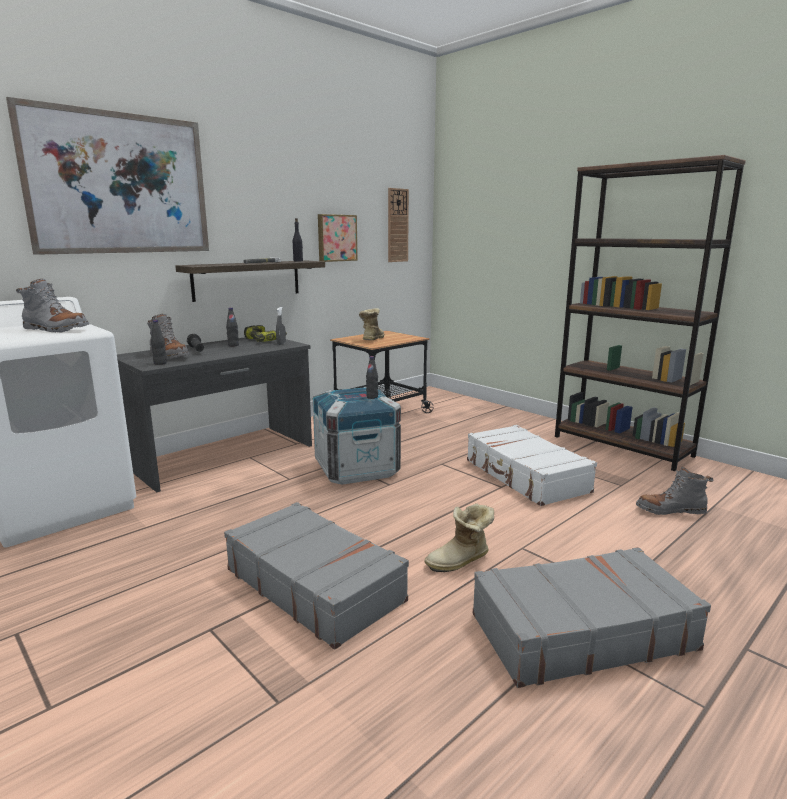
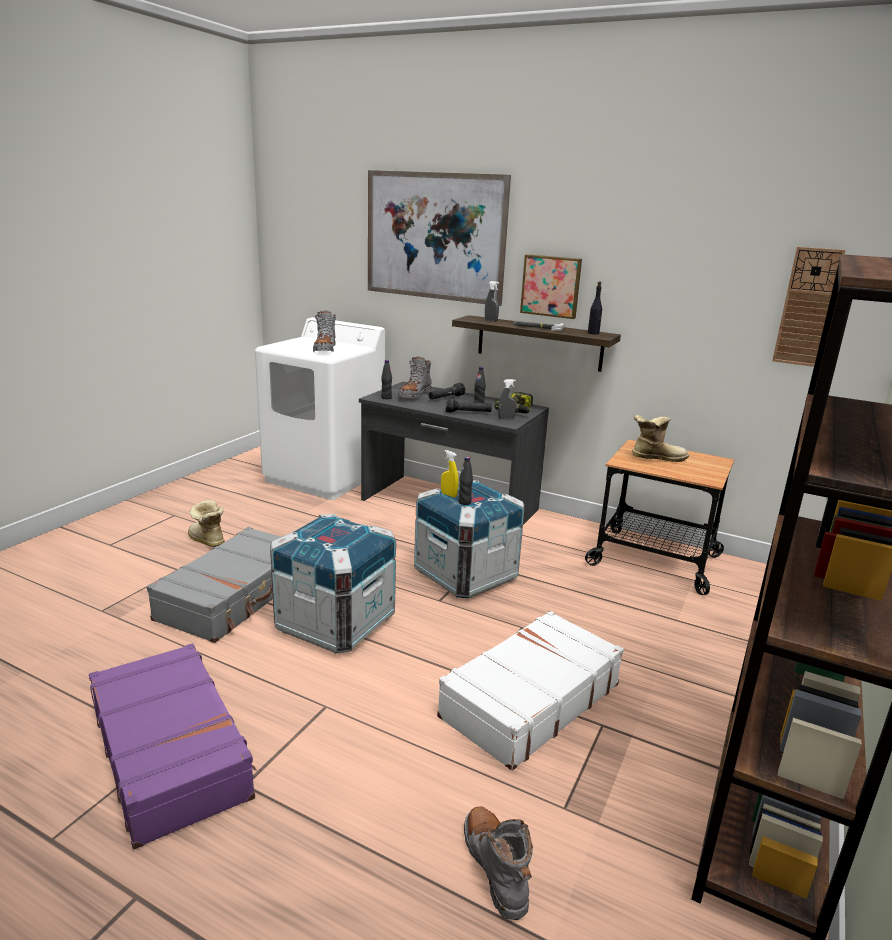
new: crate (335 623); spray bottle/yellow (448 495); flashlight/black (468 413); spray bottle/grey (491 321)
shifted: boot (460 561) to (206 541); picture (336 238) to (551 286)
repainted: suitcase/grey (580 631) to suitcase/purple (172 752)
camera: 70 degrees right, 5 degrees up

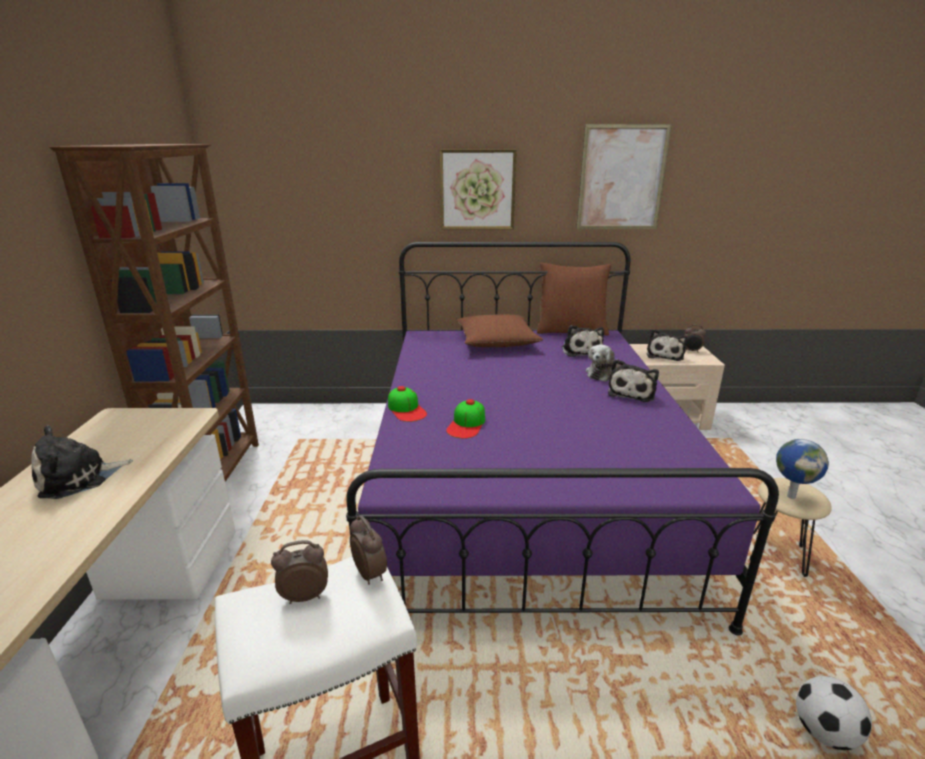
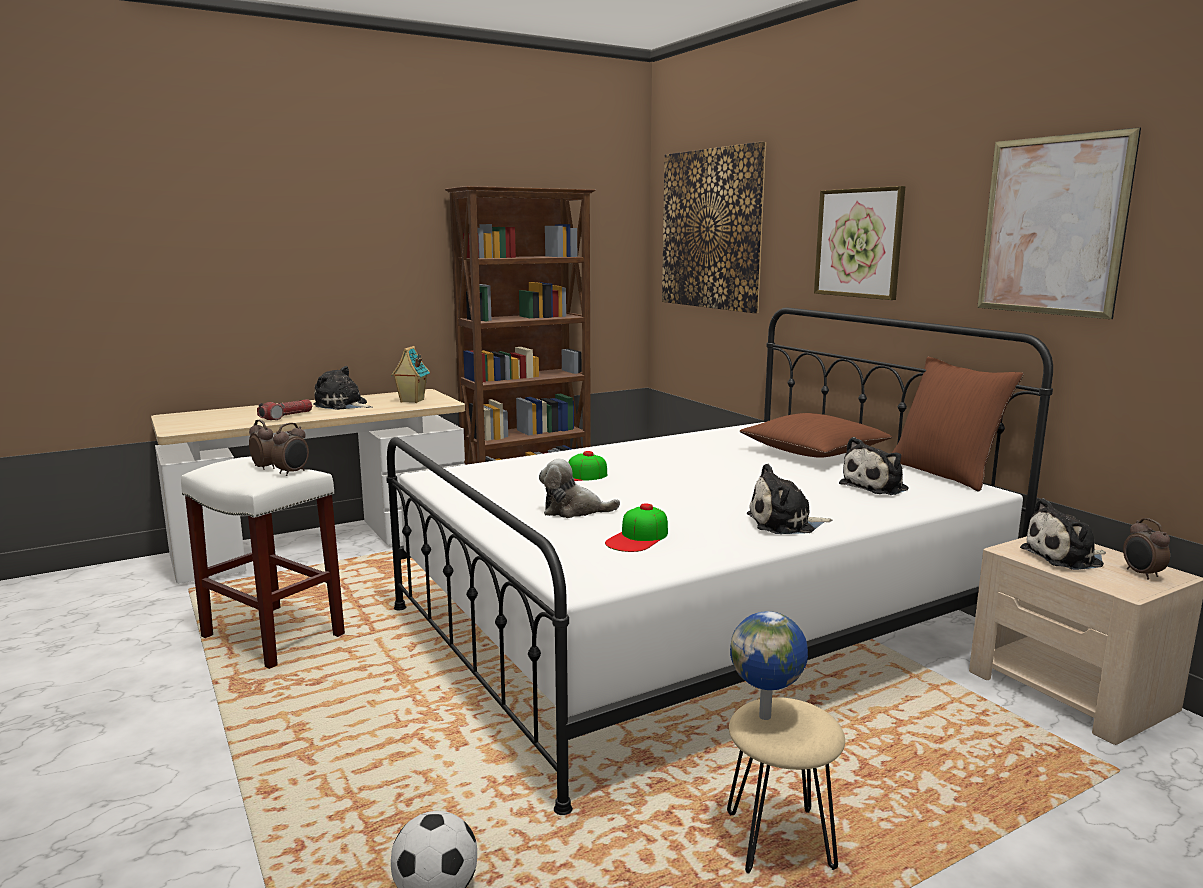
new: flashlight (286 416); toy house (411 401); picture (711 229)
shifted: plush toy (602 373) to (573 511); cap (406 409) to (638 538)
repainted: bed/purple (523 485) to bed/white (694 624)
camera: 60 degrees right, 10 degrees down

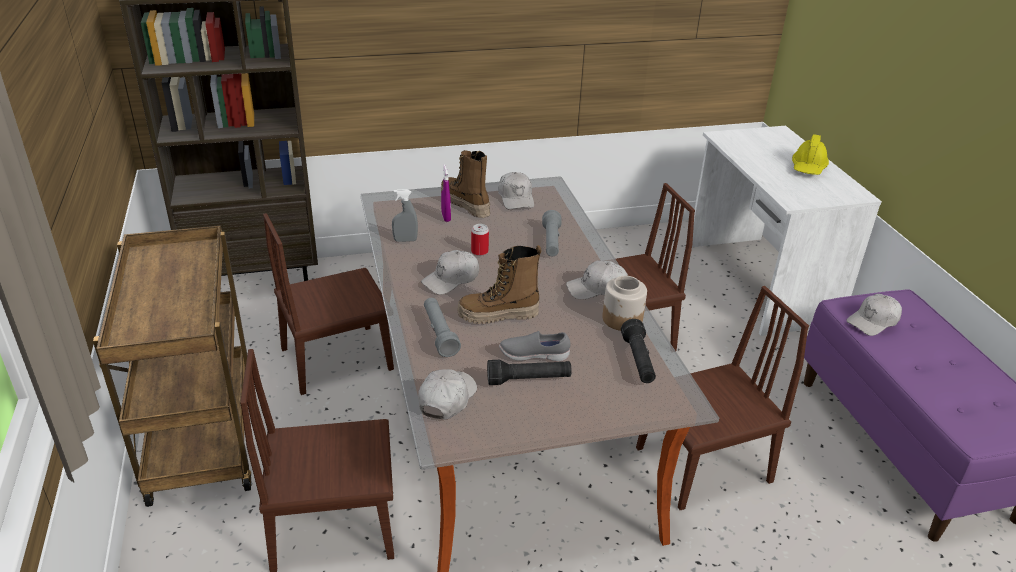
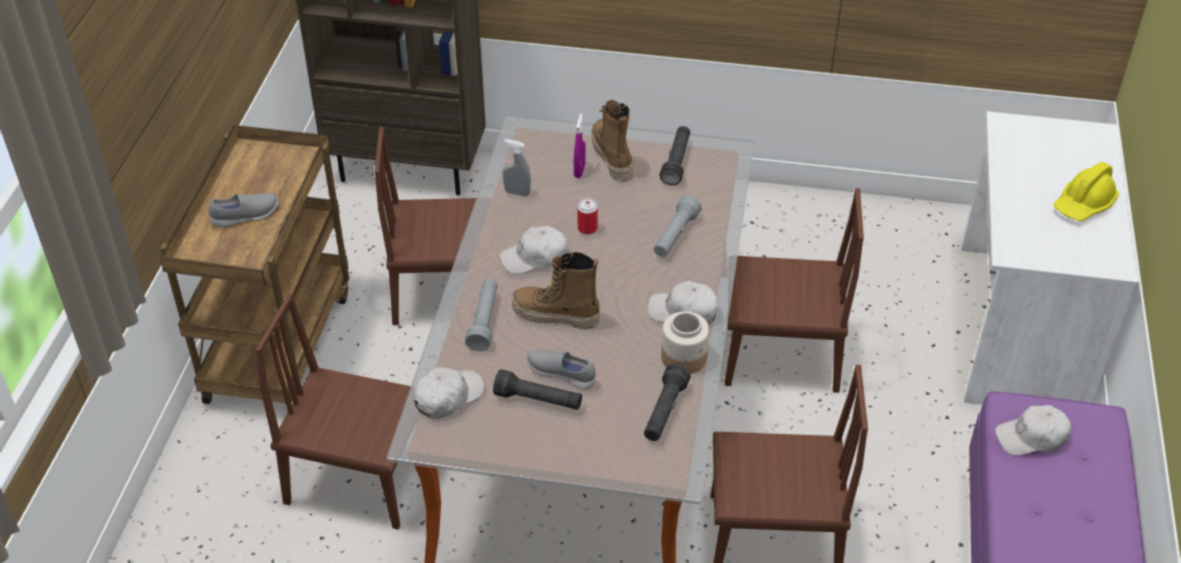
new: shoe/grey (246 216)
swapped: cap/white (516 198) to flashlight/black (676 162)
camera: 25 degrees right, 10 degrees up

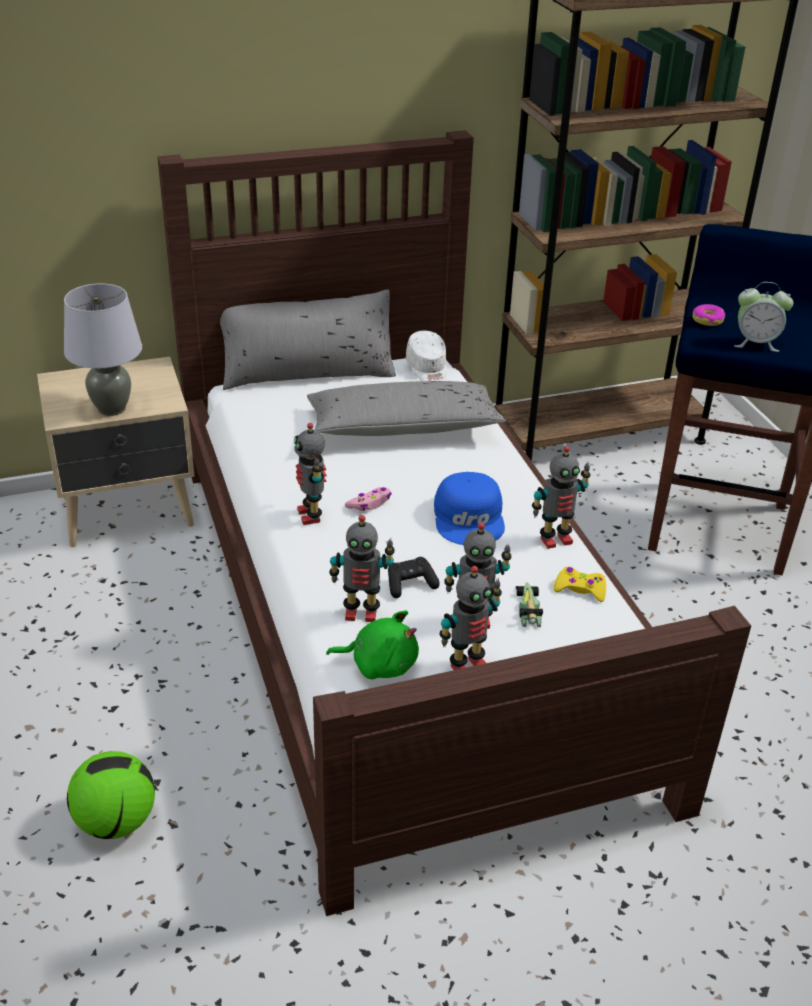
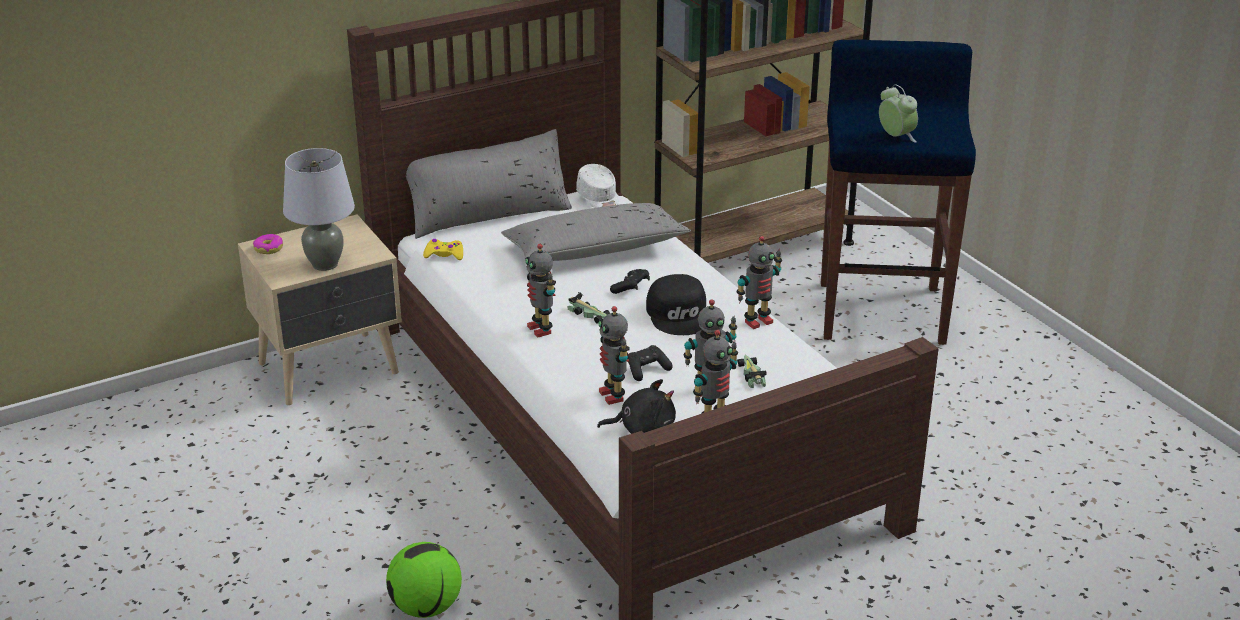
new: game controller/black (631 288)
shifted: donut (707 320) to (269 248); game controller/yellow (580 589) to (444 254)
swapped: game controller/pink (370 504) to toy car (589 314)
repainted: plush toy/green (380 664) to plush toy/black (643 429); cap/blue (470 518) to cap/black (680 314)
rotated: toy robot (361 612) = (613 395) 75 degrees clockwise; alarm clock (755 343) = (896 137) 120 degrees counterclockwise
camera: 10 degrees left, 5 degrees down

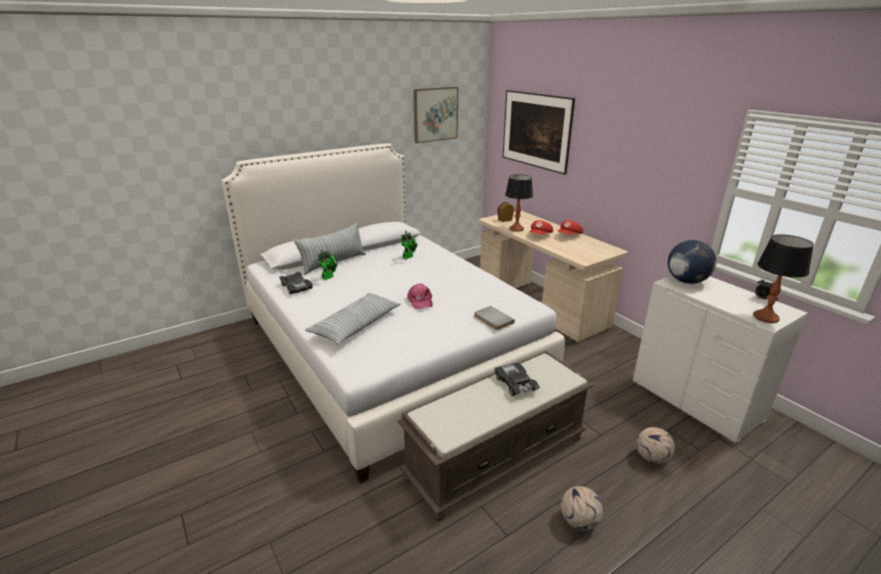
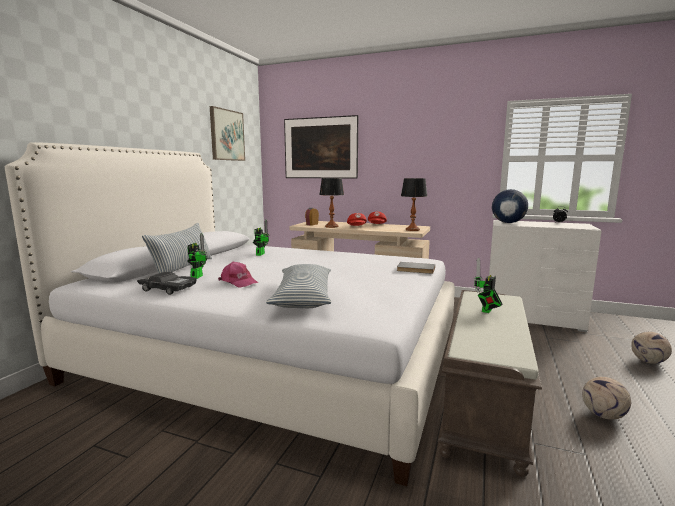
shifted: cap/pink (420 301) to (238 282); table lamp (765 317) to (412 230); football (651 457) to (647 361)
swapped: toy car/black (515 384) to toy robot (486 311)
camera: 35 degrees left, 15 degrees down

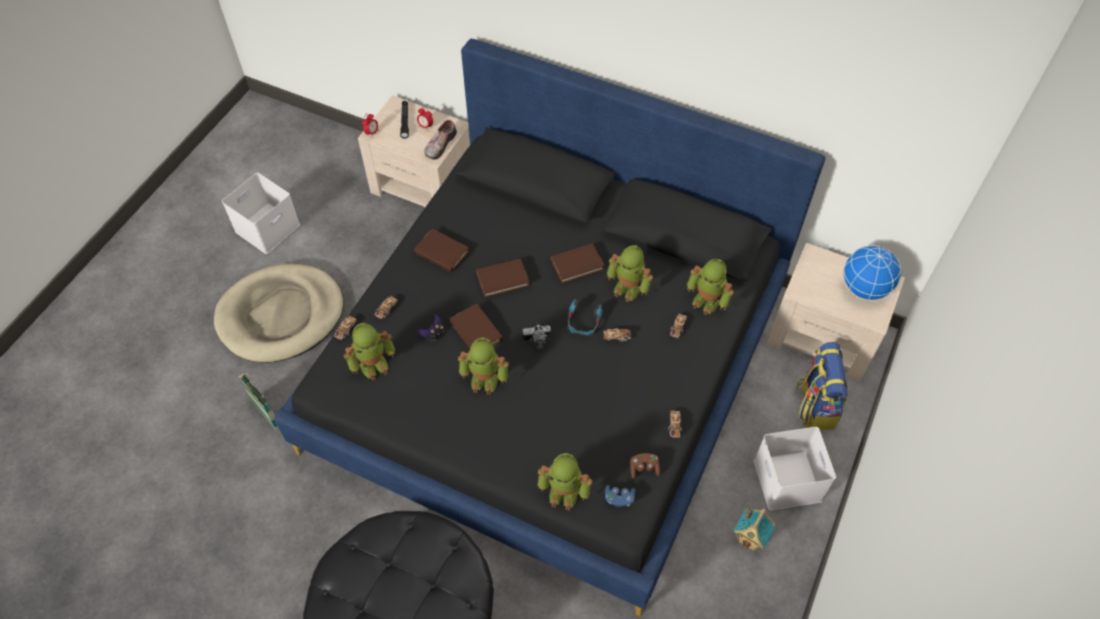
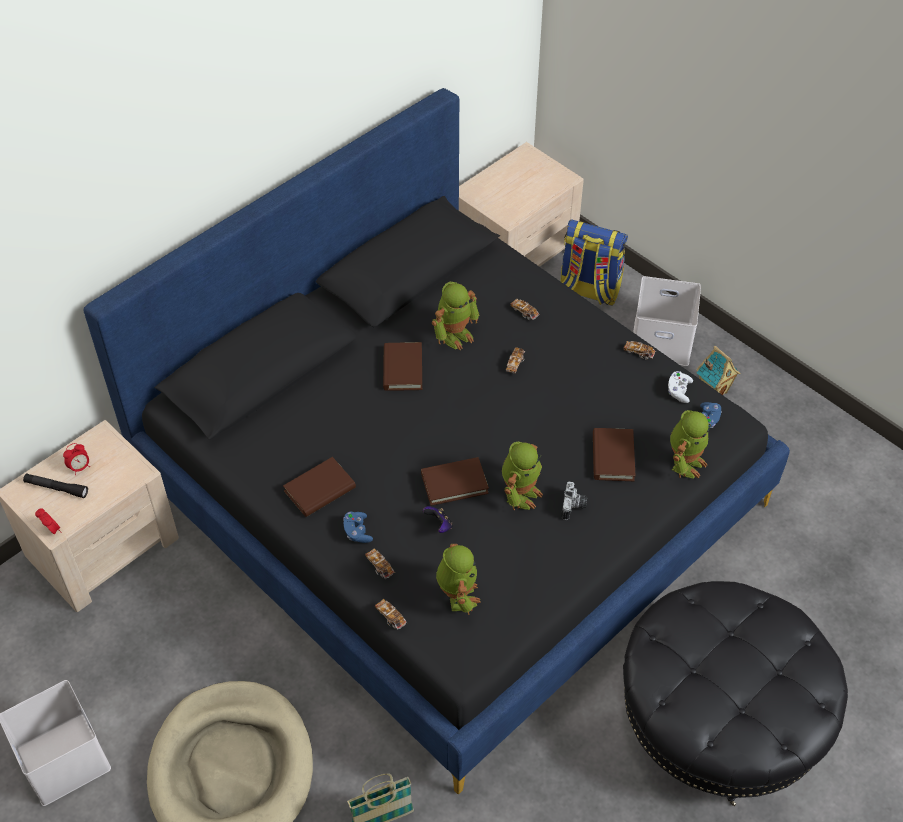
gone: shoe (439 144); headphones (583 322); toy robot (707 300); globe (863 288)
new: game controller/blue (357 532)
shifted: photo camera (537 342) to (574 507); book/brown (502 279) to (613 457)
repainted: game controller/brown (644 468) to game controller/white (678 391)
camera: 70 degrees left, 5 degrees down

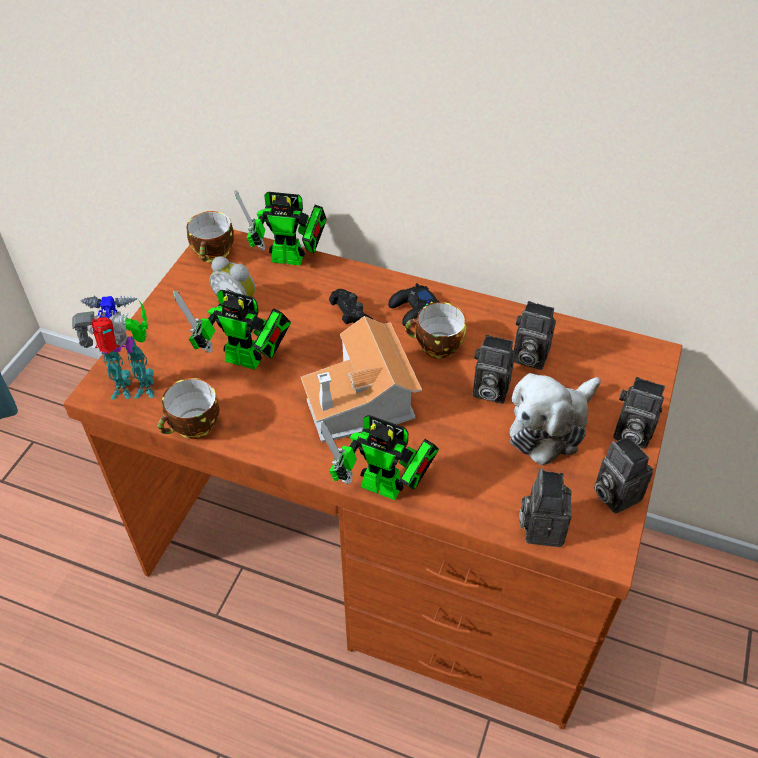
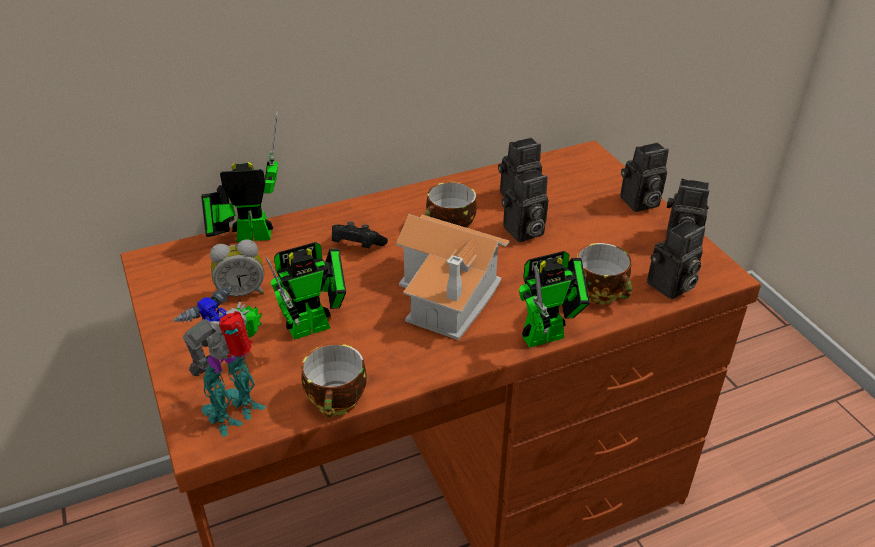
gone: game controller/black (414 310); plush toy (550 427)
shifted: cup (214 254) to (602 293)
rotated: toy robot (292 259) = (247 236) 150 degrees counterclockwise; photo camera (541 527) = (670 287) 90 degrees counterclockwise
camera: 45 degrees left, 10 degrees down

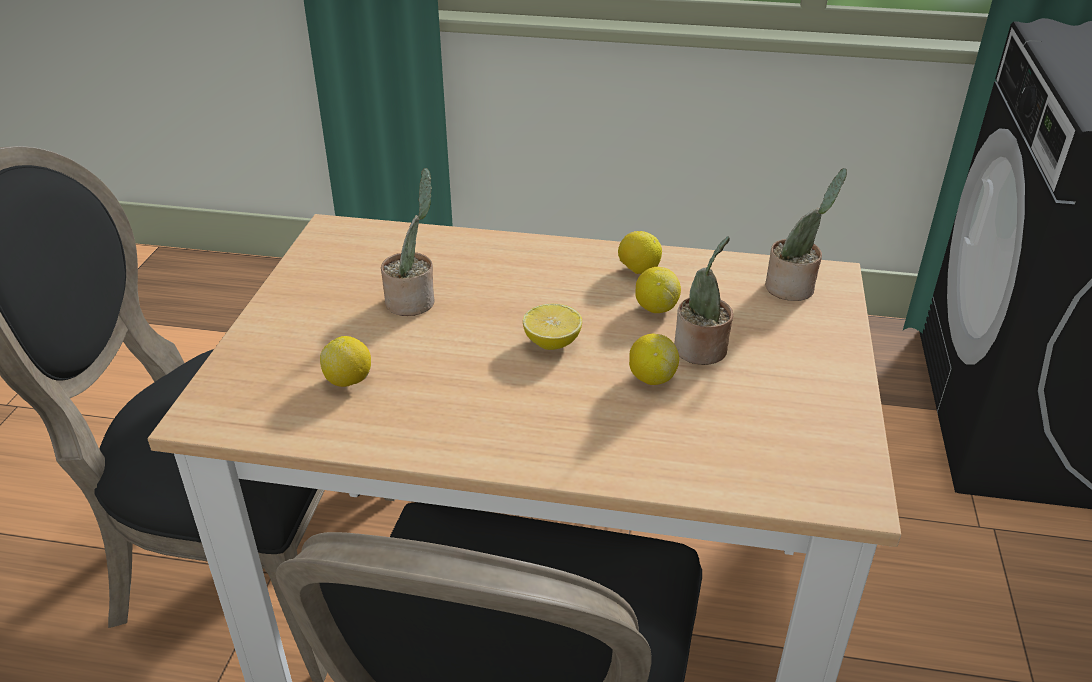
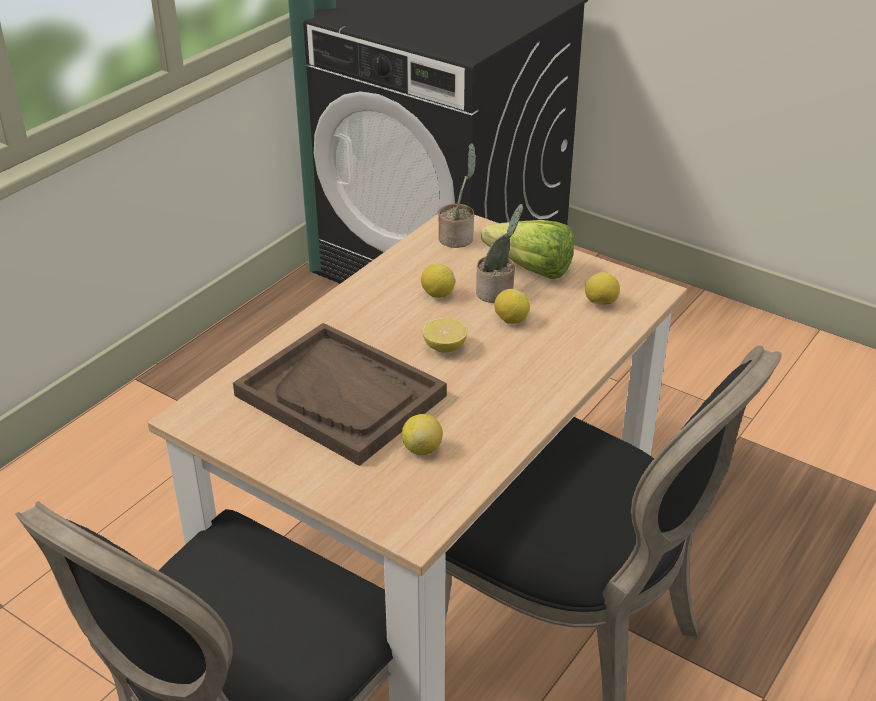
new: lettuce (524 267)
shifted: lemon (638 270) to (600 303)
swapped: potted plant (413 301) to tray/brown (341 396)
camera: 65 degrees left, 0 degrees up

